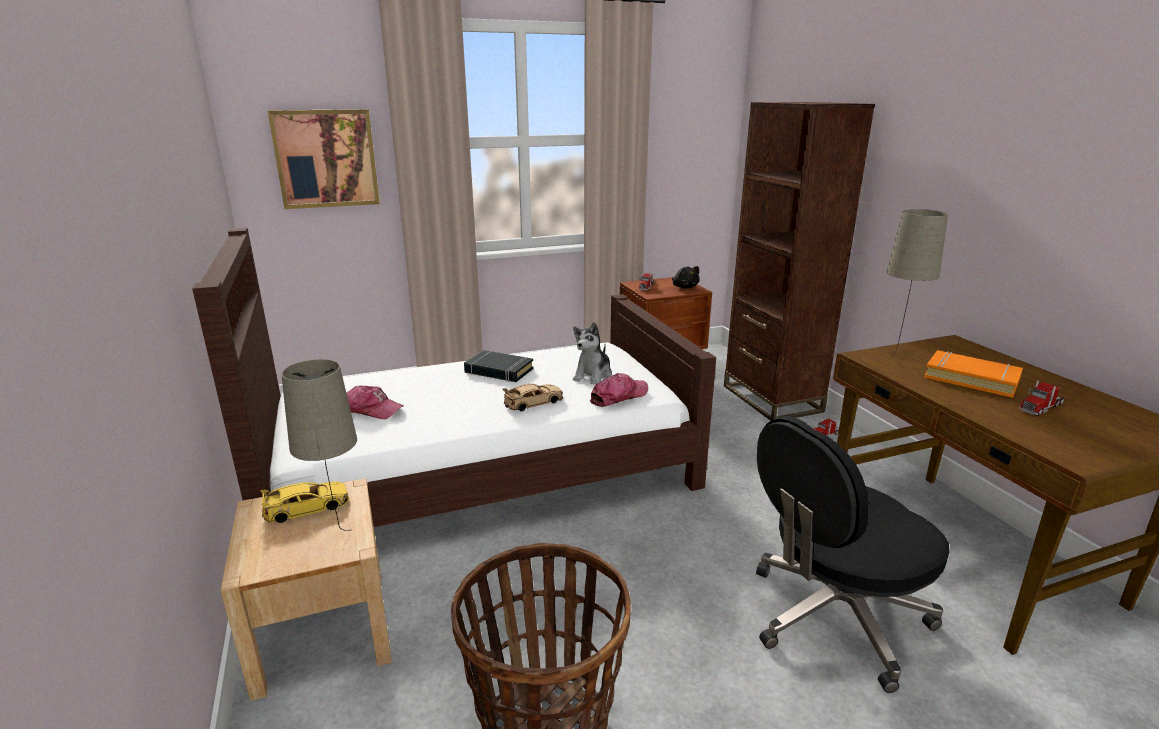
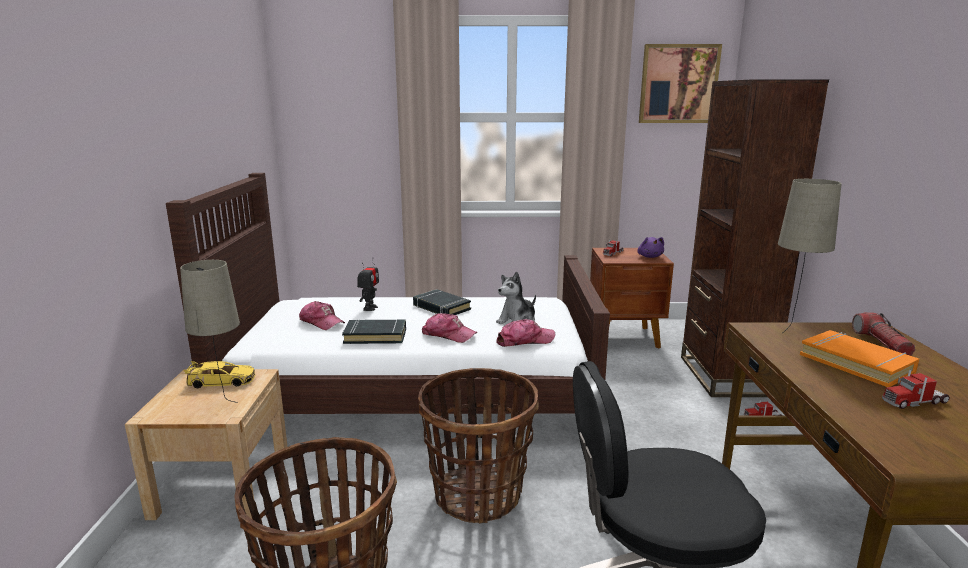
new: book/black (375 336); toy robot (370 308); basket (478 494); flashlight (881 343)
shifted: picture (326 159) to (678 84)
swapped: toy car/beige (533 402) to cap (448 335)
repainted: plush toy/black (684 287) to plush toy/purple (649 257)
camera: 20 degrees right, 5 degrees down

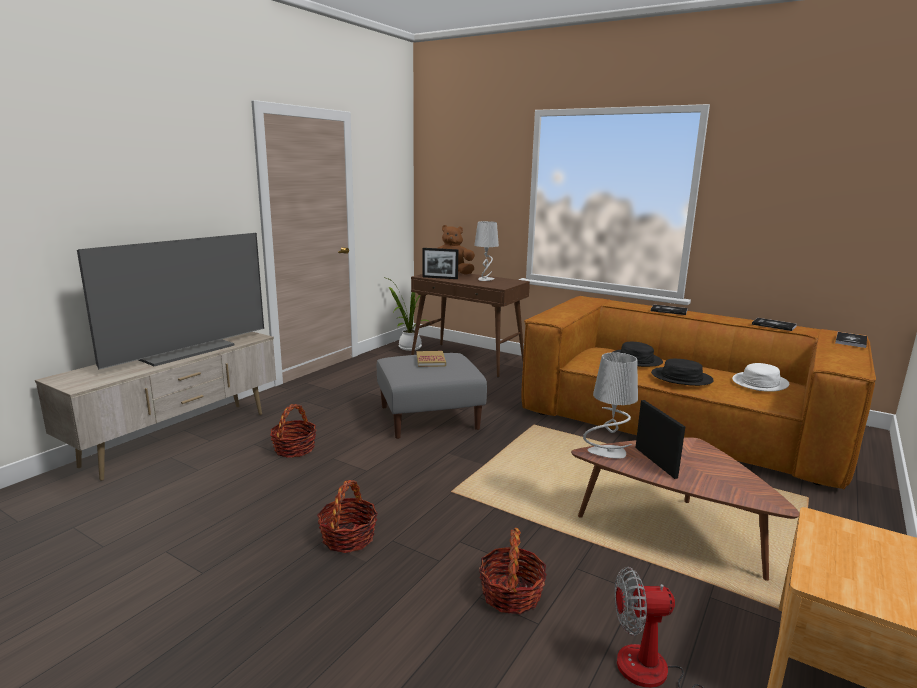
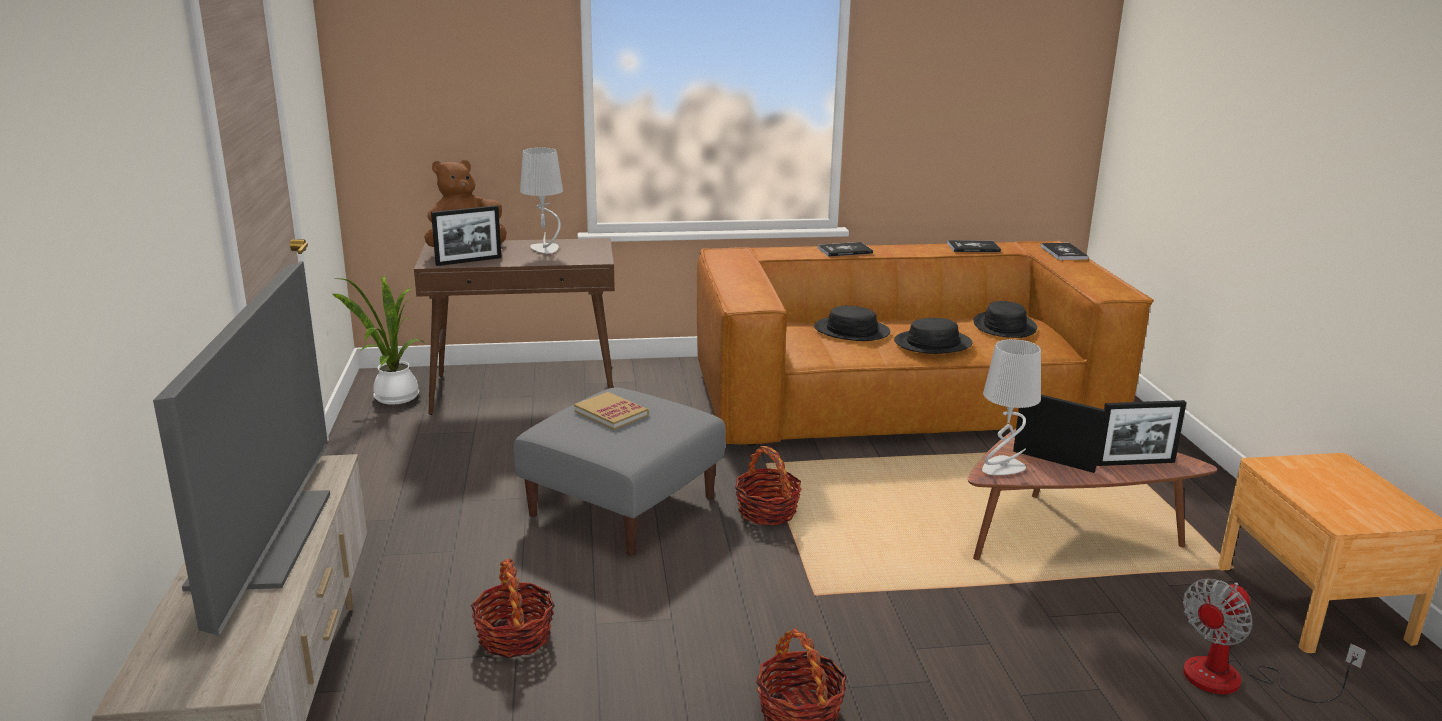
new: picture frame (1135 463)
shifted: basket (511 594) to (767 511)
repainted: hat/white (759 383) to hat/black (1004 326)
camera: 40 degrees left, 5 degrees up

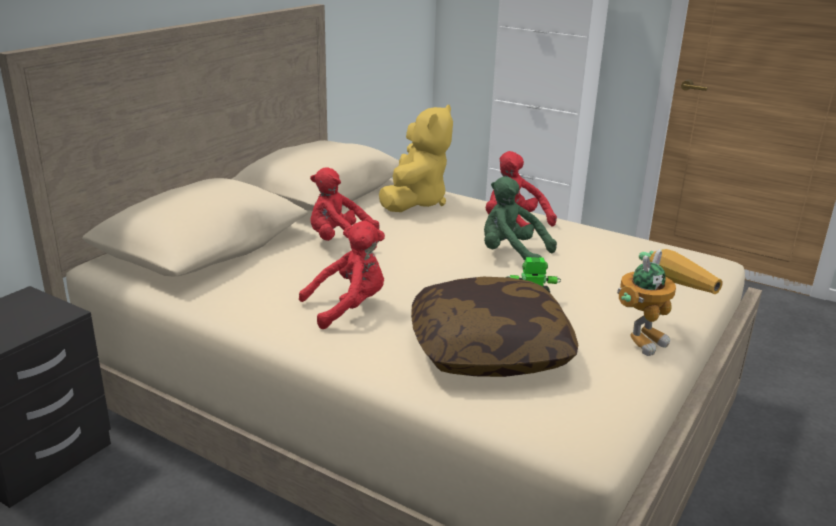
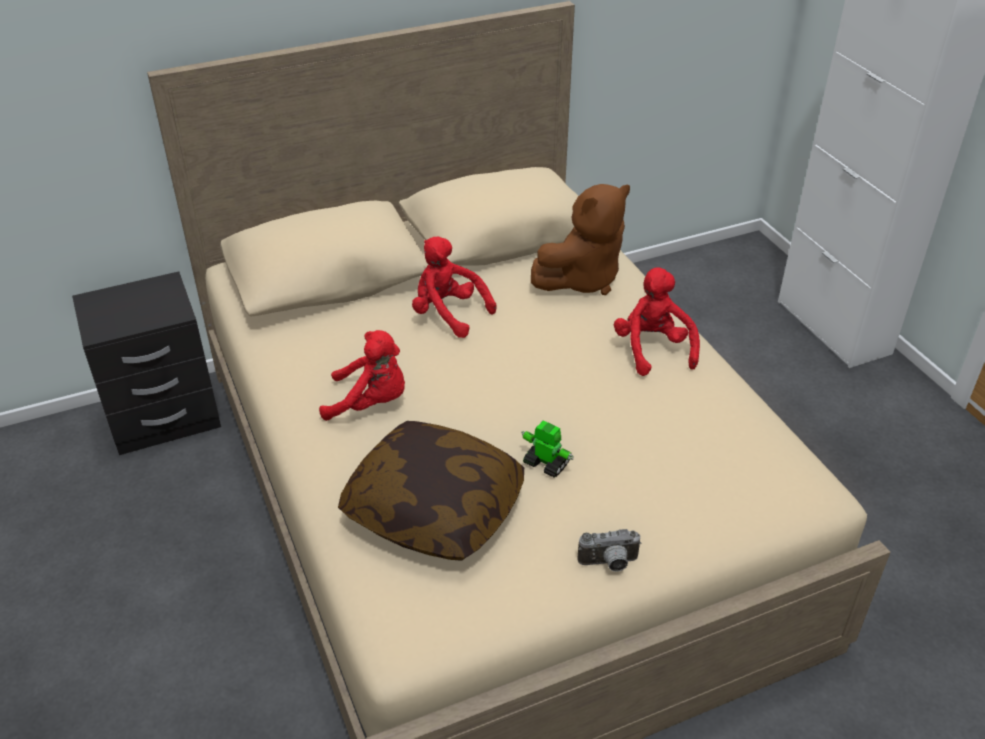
gone: plush toy/green (511 254)
swapped: toy robot (651 336) to photo camera (609 564)
repainted: plush toy/yellow (415 202) to plush toy/brown (581 279)
camera: 35 degrees right, 15 degrees up

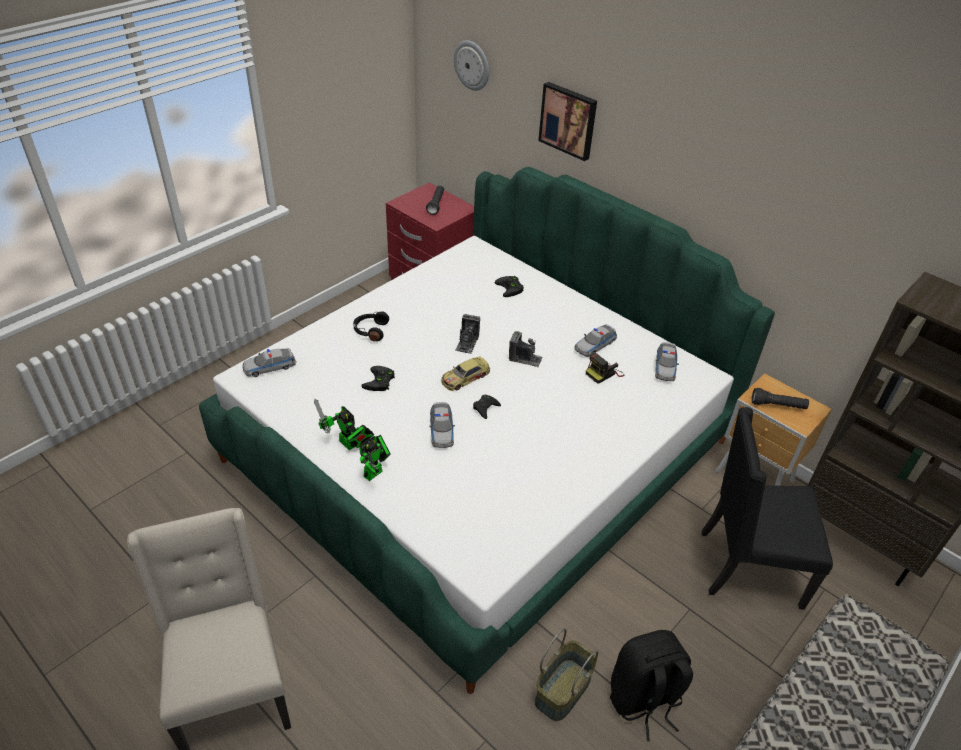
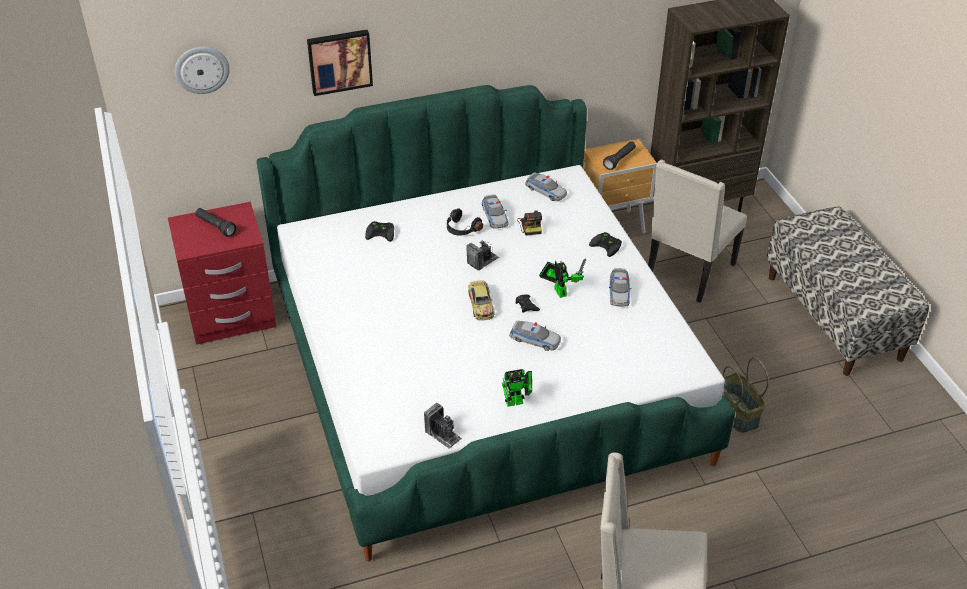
gone: backpack/black (644 700)
shifted: photo camera (467 343) to (443 434); headphones/black (370 331) to (461 229); toy robot (375 472) to (559 290); game controller/black (379 382) to (607 246); toy car (270 367) to (619 292)
repainted: chair/black (747 567) to chair/beige (688 273)
camera: 60 degrees left, 0 degrees up

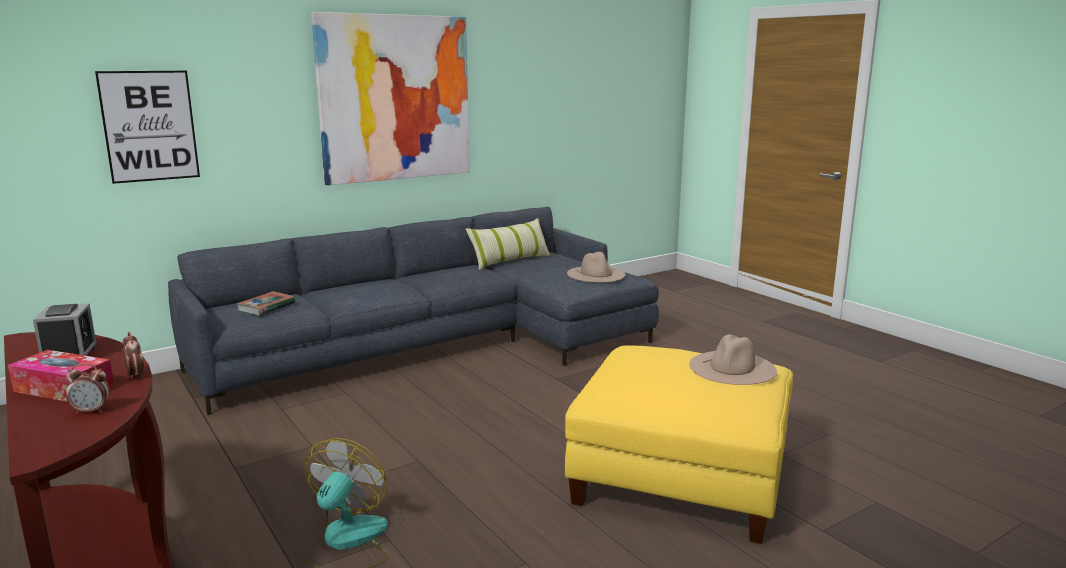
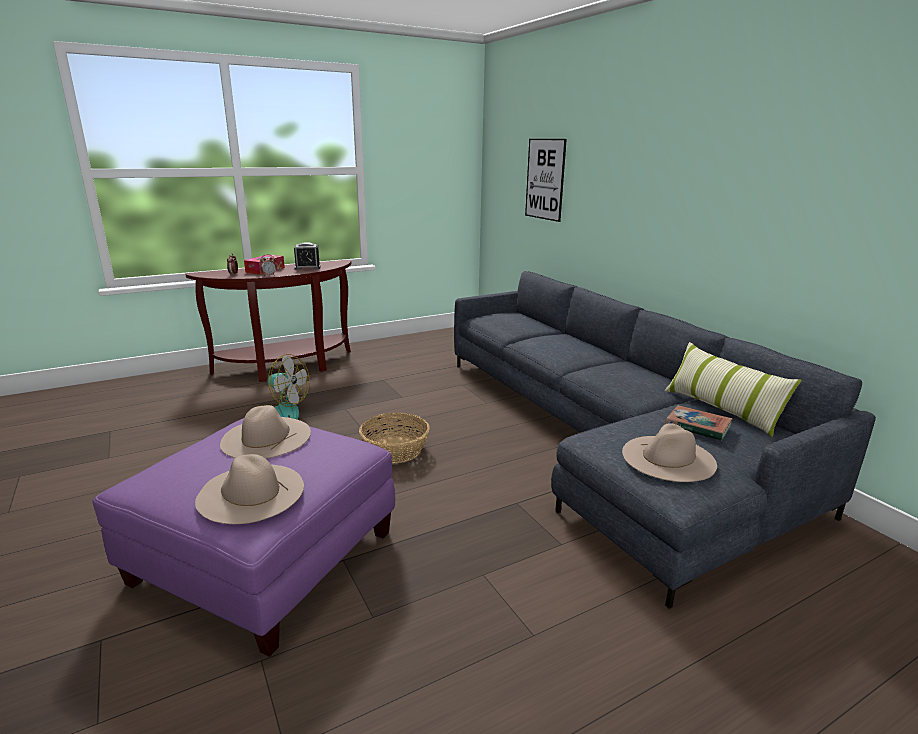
gone: picture (395 98)
new: hat/beige (266 437); basket (395 450)
shifted: book (266 307) to (697 426)
repainted: ottoman/yellow (681 476) to ottoman/purple (265 557)
camera: 95 degrees right, 5 degrees up

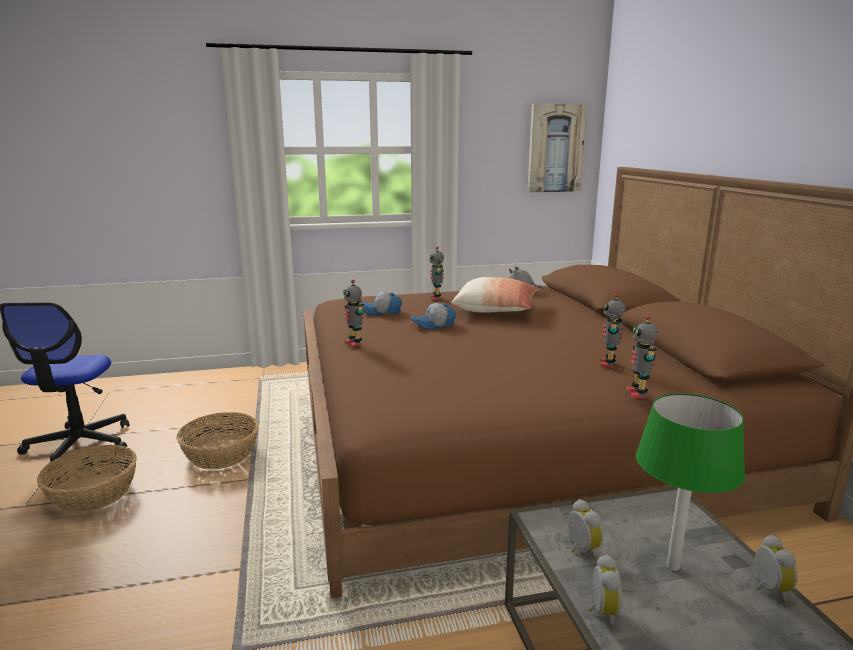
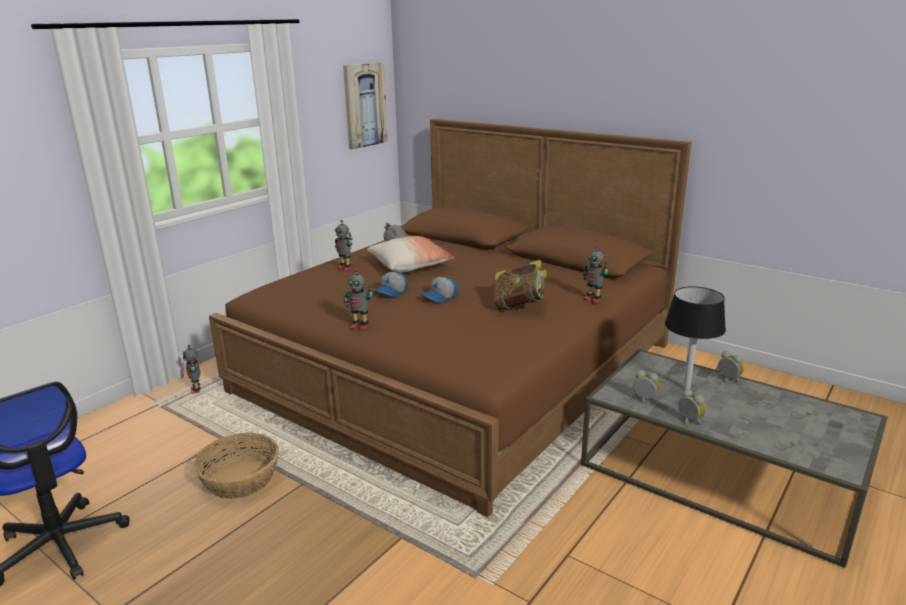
gone: basket (93 493)
new: book (519 306)
shifted: toy robot (609 364) to (196 390); cap (380 312) to (440 297)
repainted: table lamp/green (672 566) to table lamp/black (686 388)
camera: 40 degrees left, 5 degrees up

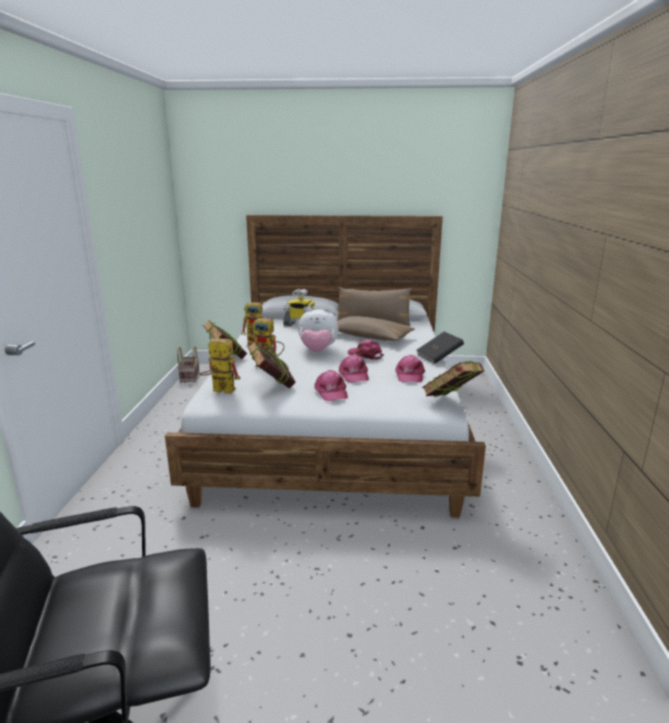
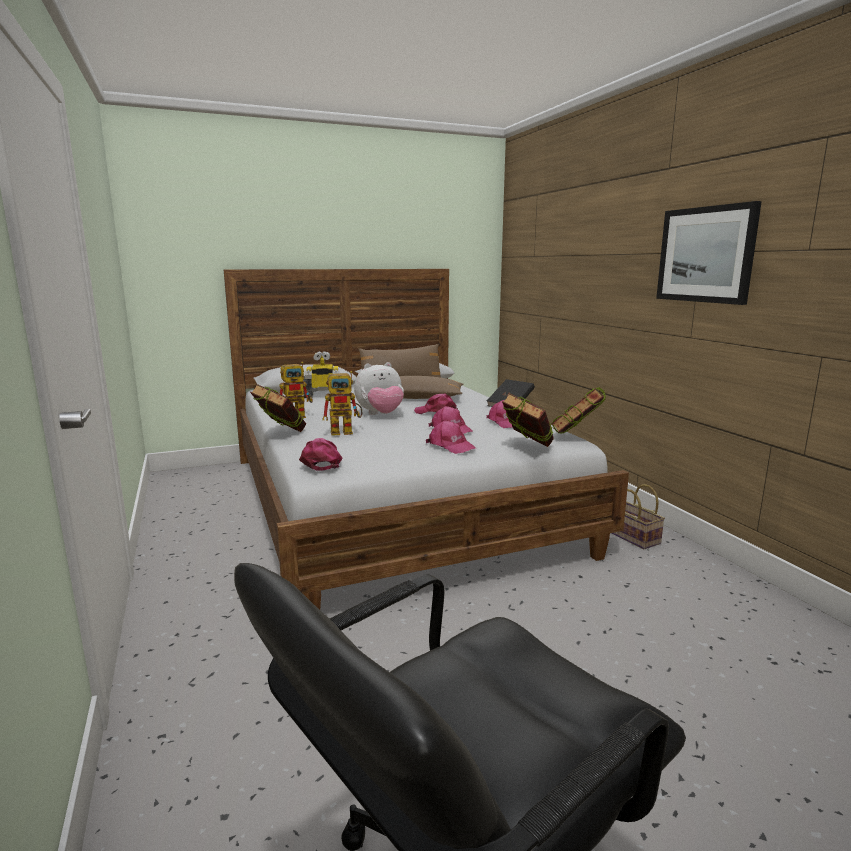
new: picture (705 255)
shifted: book (272 386) to (527 448); basket (189 376) to (631 537)
swapped: toy robot (219 390) to cap/pink (321 462)
camera: 25 degrees left, 5 degrees down

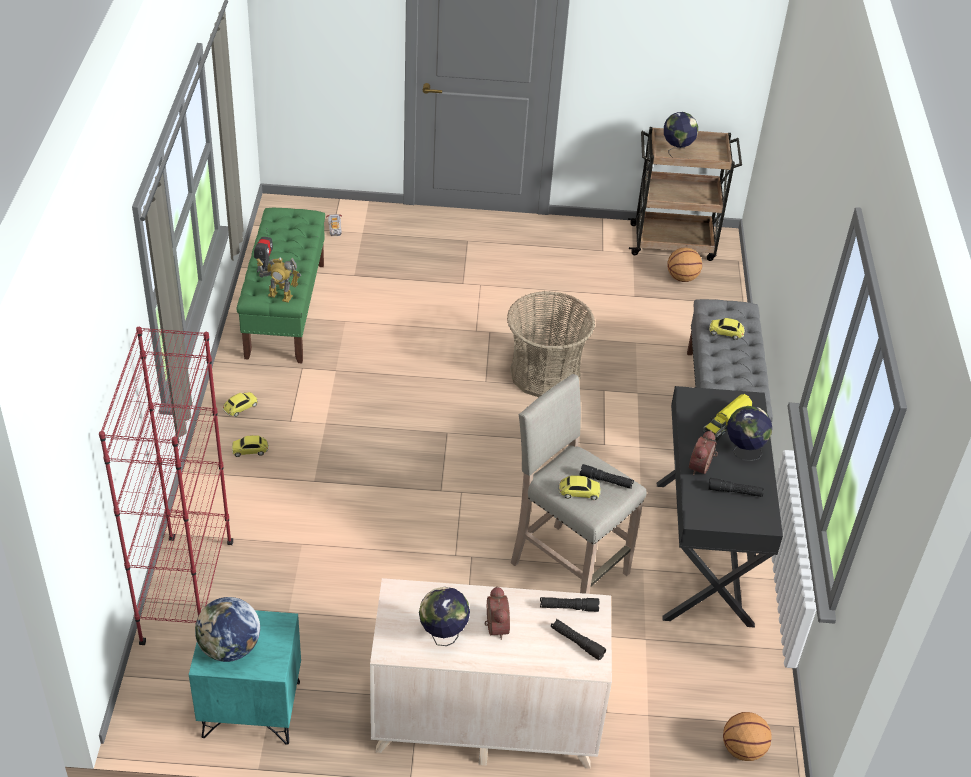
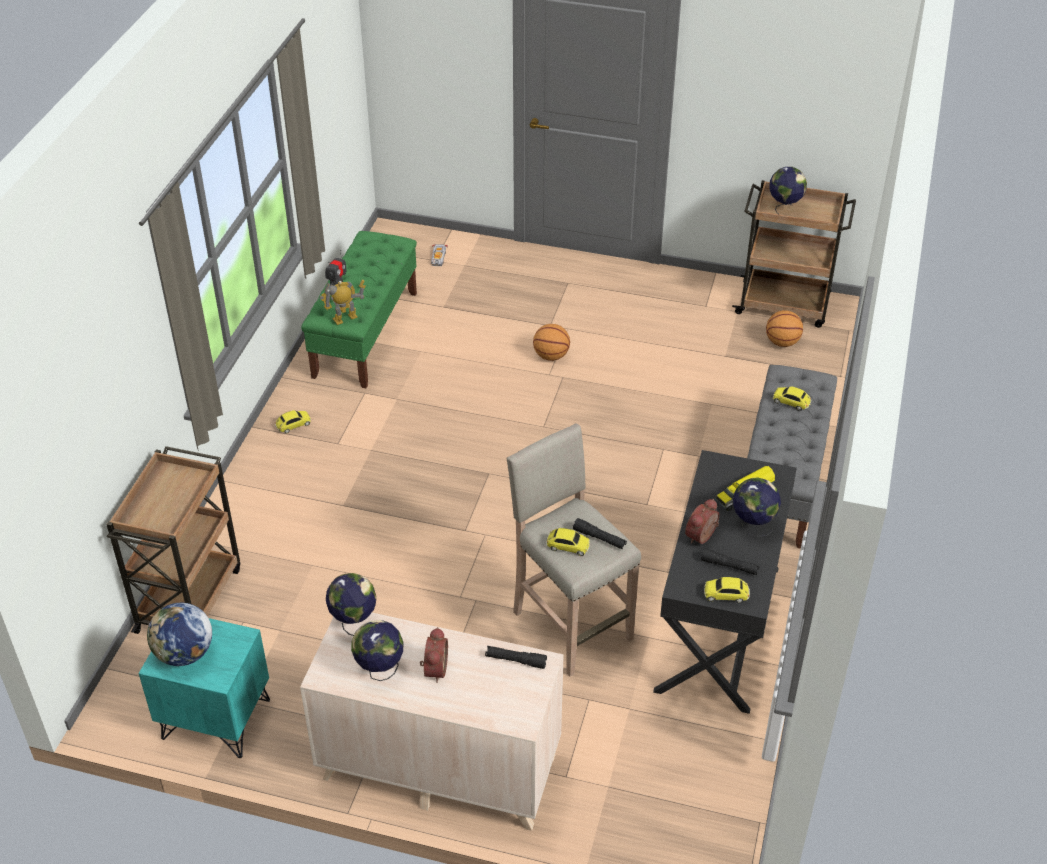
gone: basket (545 374); flashlight/black (577 642)
new: globe (354 623)
shifted: basketball (742 750) to (551 356); toy car (250 450) to (726 595)
swapped: bookcase/red (187 593) to cart/brown (189 598)
rotated: toy robot (280 296) = (345 318) 120 degrees clockwise
camera: 15 degrees right, 0 degrees up

